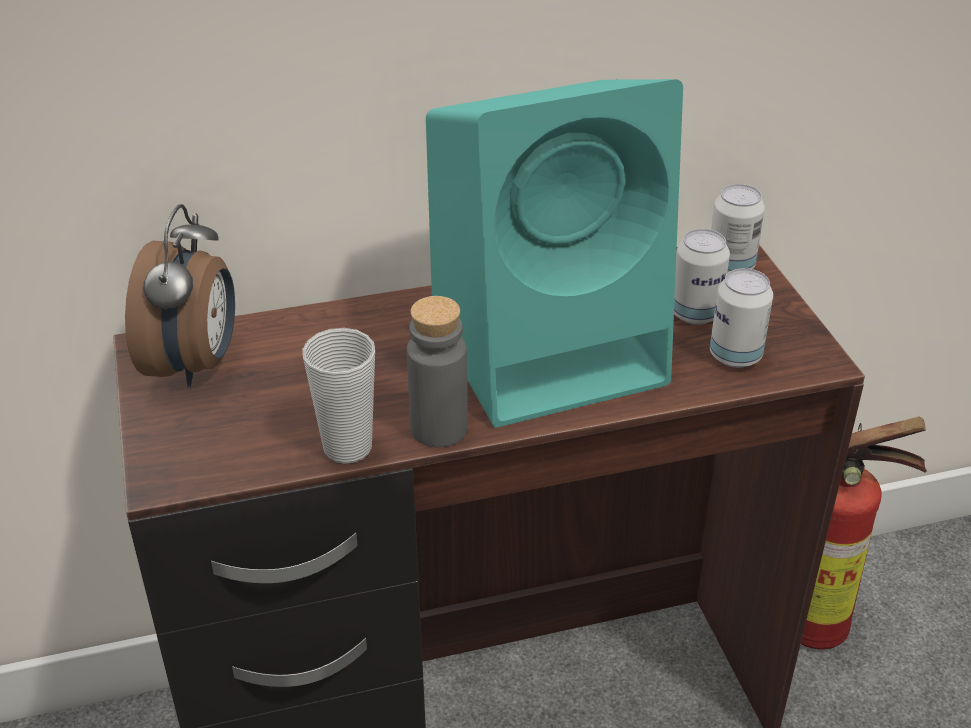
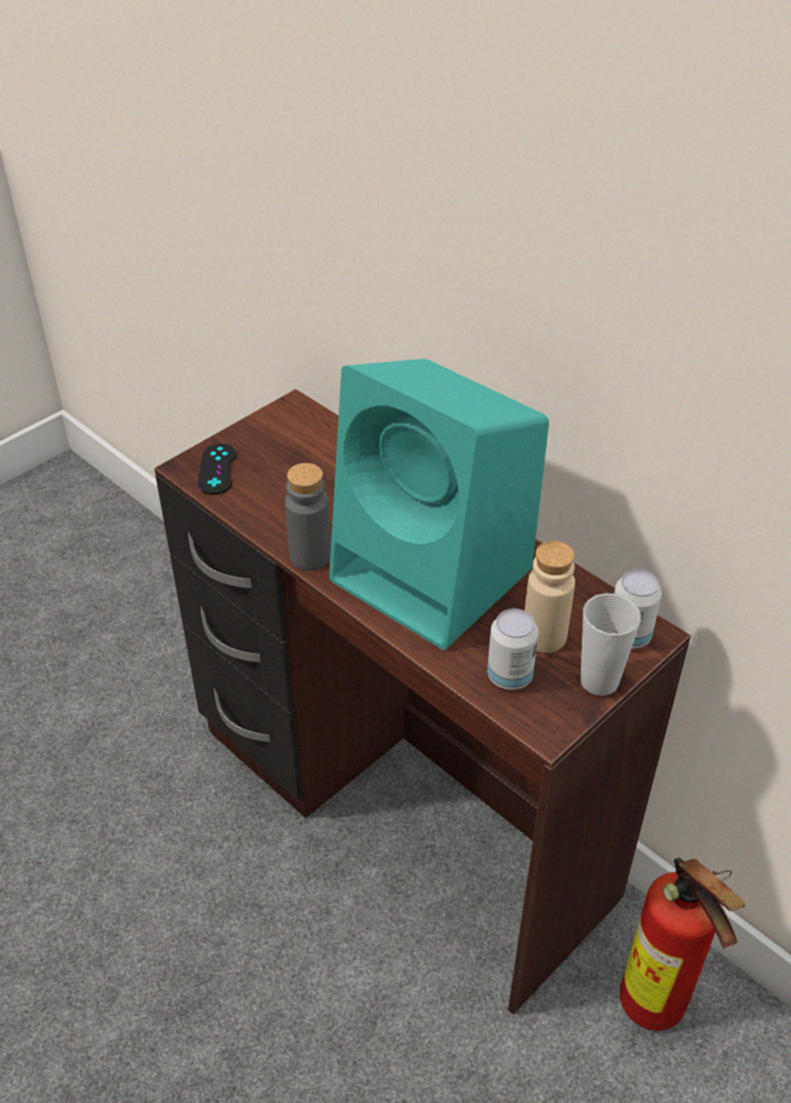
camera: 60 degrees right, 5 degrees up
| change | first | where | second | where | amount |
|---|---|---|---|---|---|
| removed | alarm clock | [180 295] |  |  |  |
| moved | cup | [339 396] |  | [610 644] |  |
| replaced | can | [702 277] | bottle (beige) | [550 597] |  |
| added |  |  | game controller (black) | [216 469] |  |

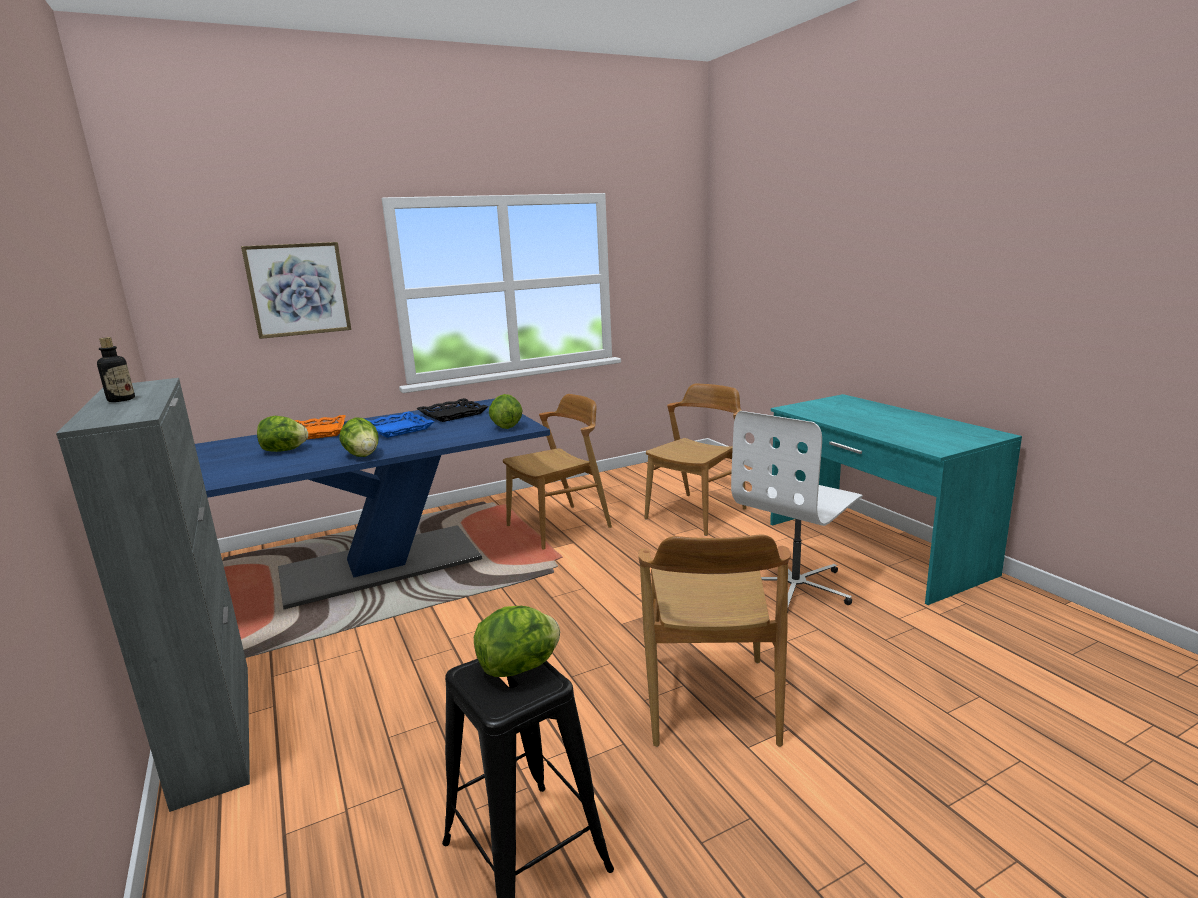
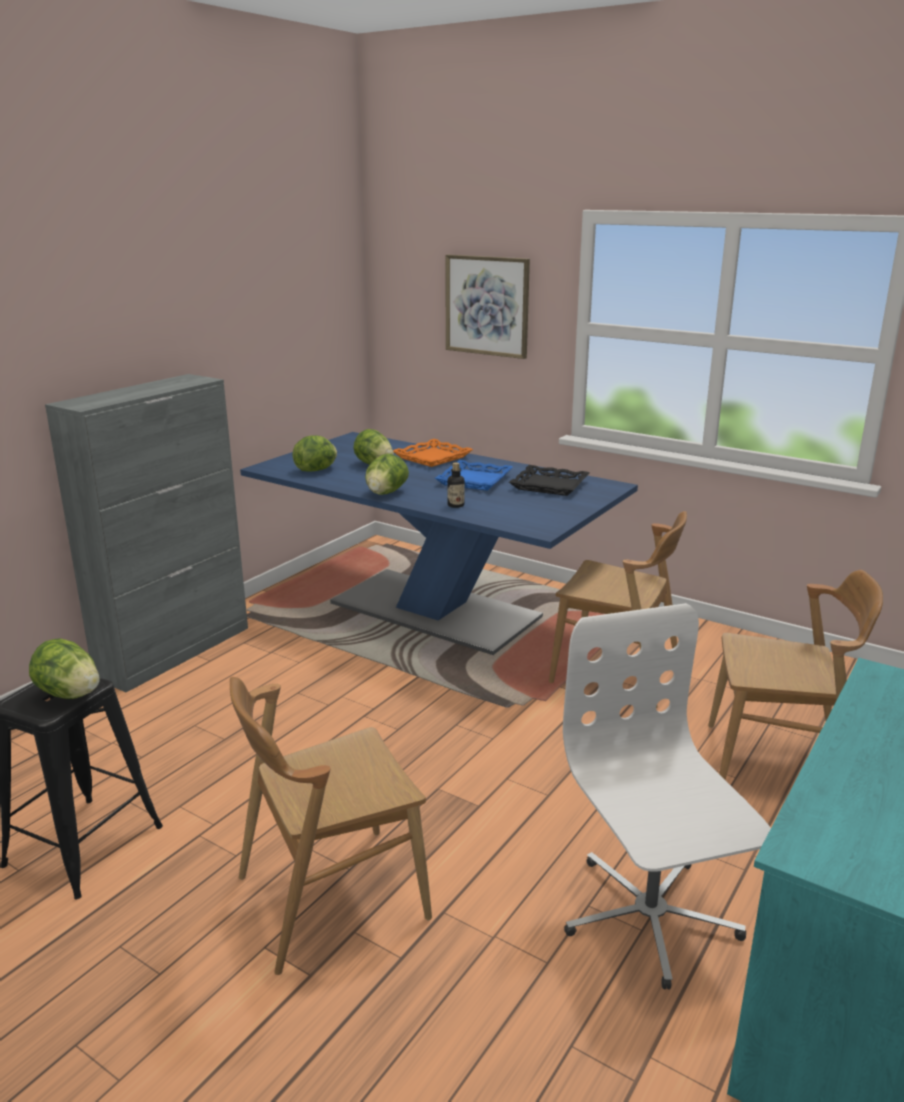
camera: 60 degrees right, 5 degrees up
| change | first | where | second | where | amount |
|---|---|---|---|---|---|
| moved | bottle | [116 369] |  | [456 485] |  |
| moved | lettuce | [506 411] |  | [314 453] |  |
| turned | office chair (white) | [797 508] |  | [667 796] | 60 degrees clockwise |

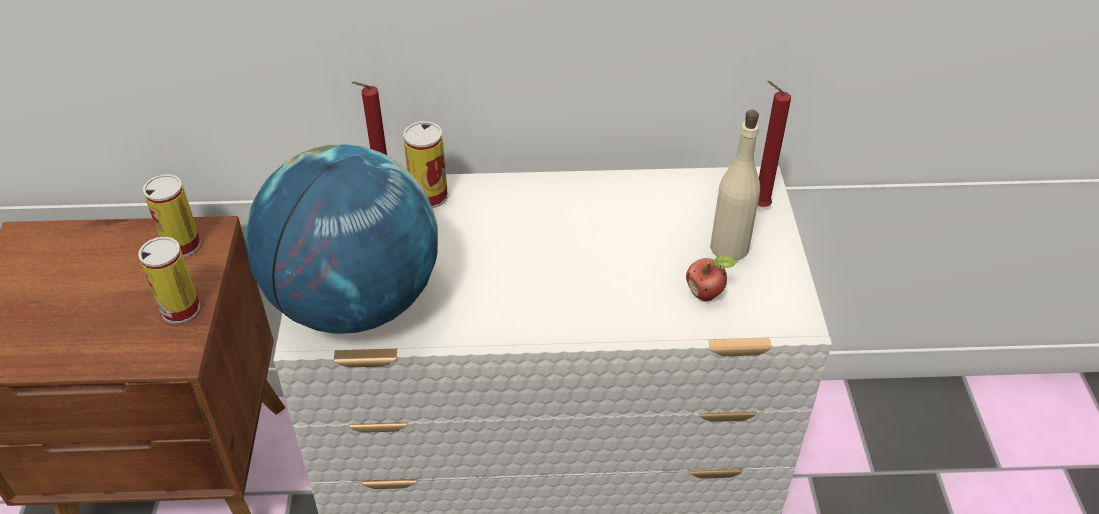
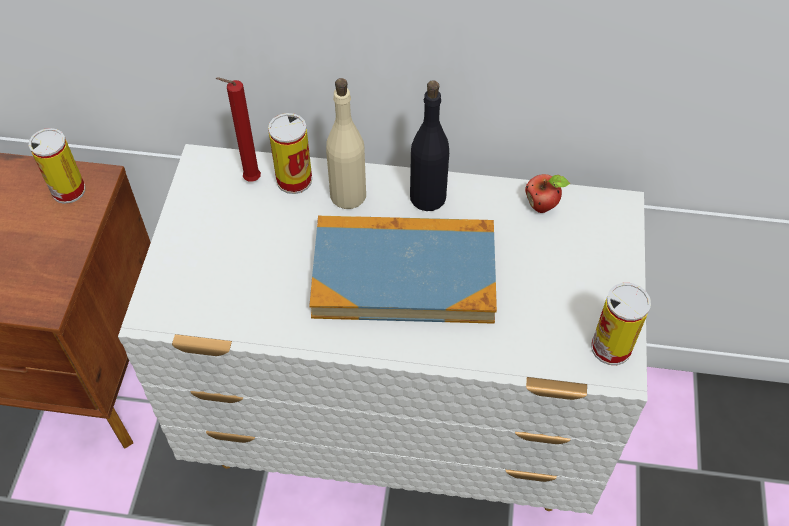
camera: 10 degrees right, 10 degrees up
| change | first | where | second | where | amount |
|---|---|---|---|---|---|
| moved | can | [169 280] |  | [621 324] |  |
| removed | globe | [341 239] |  |  |  |
| moved | apple | [711 278] |  | [547 193] |  |
| moved | bottle (beige) | [735 185] |  | [346 143] |  |
| removed | candle (red) | [774 144] |  |  |  |
| added |  |  | book | [403 270] |  |
| added |  |  | bottle (black) | [429 145] |  |

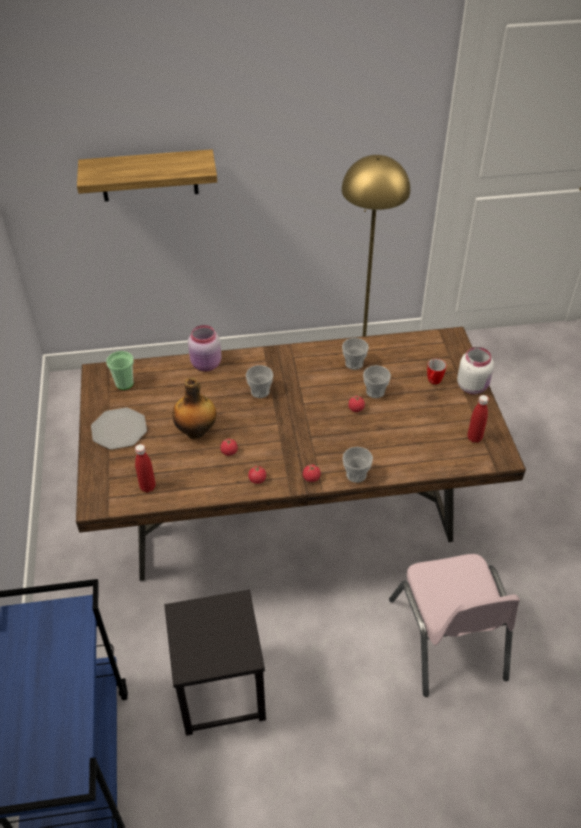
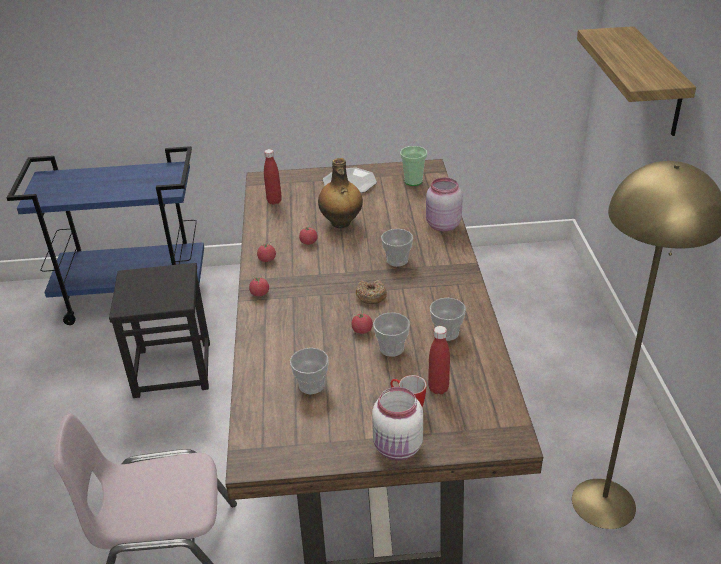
camera: 95 degrees right, 10 degrees down
| change | first | where | second | where | amount |
|---|---|---|---|---|---|
| moved | cup | [358 465] |  | [309 371] |  |
| moved | bottle (red) | [478 419] |  | [439 360] |  |
| added |  |  | donut | [371 292] |  |

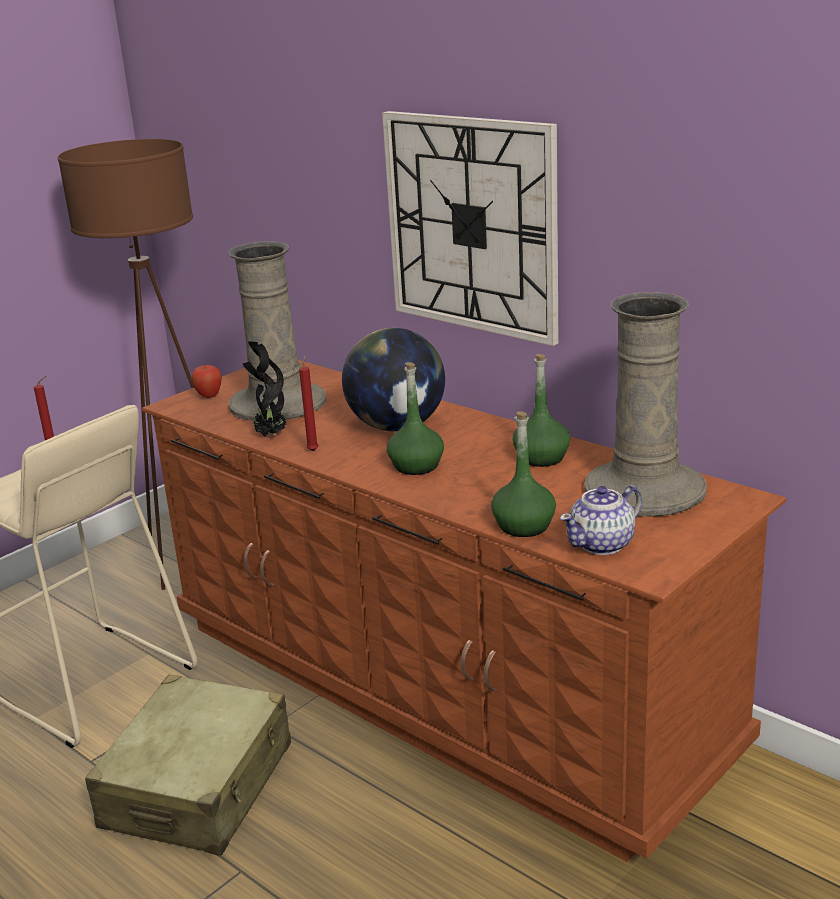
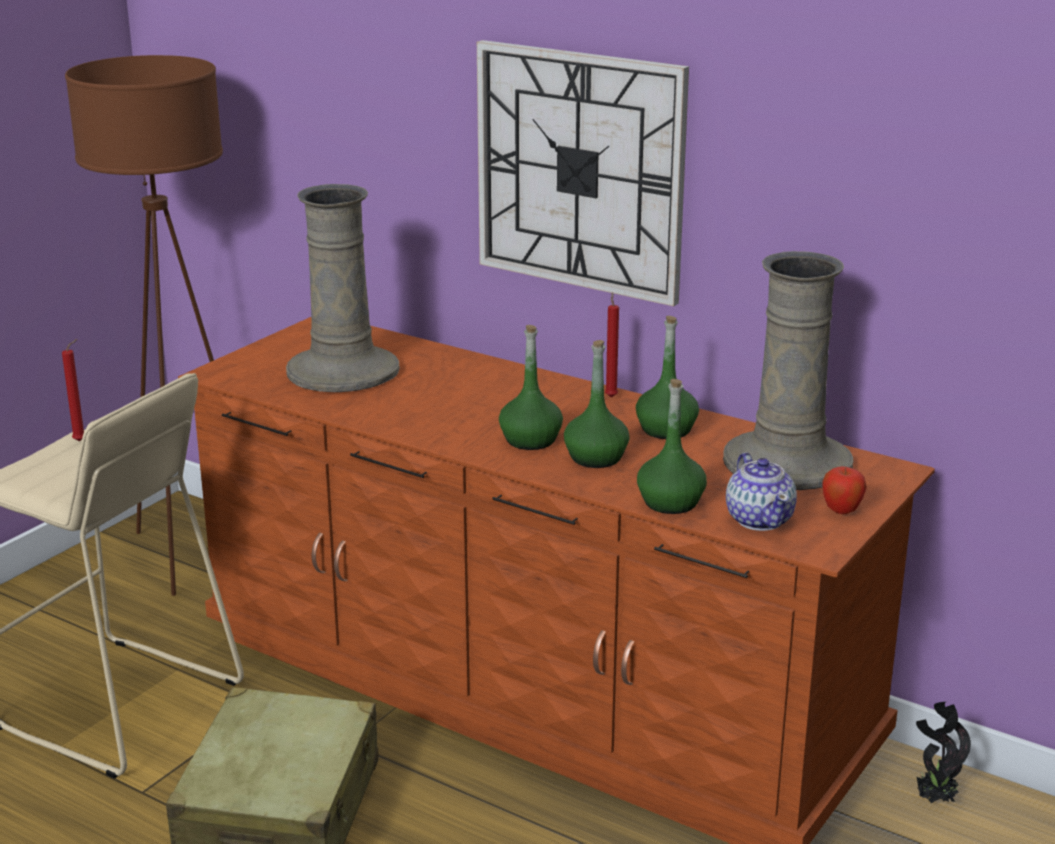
camera: 10 degrees left, 0 degrees up
| change | first | where | second | where | amount |
|---|---|---|---|---|---|
| moved | apple | [206 381] |  | [844 490] |  |
| moved | potted plant | [264 389] |  | [943 752] |  |
| moved | candle (red) | [309 403] |  | [612 344] |  |
| removed | globe | [393 379] |  |  |  |
| turned | teapot | [601 520] |  | [761 491] | 60 degrees counterclockwise |
| added |  |  | bottle (green) | [597 404] |  |

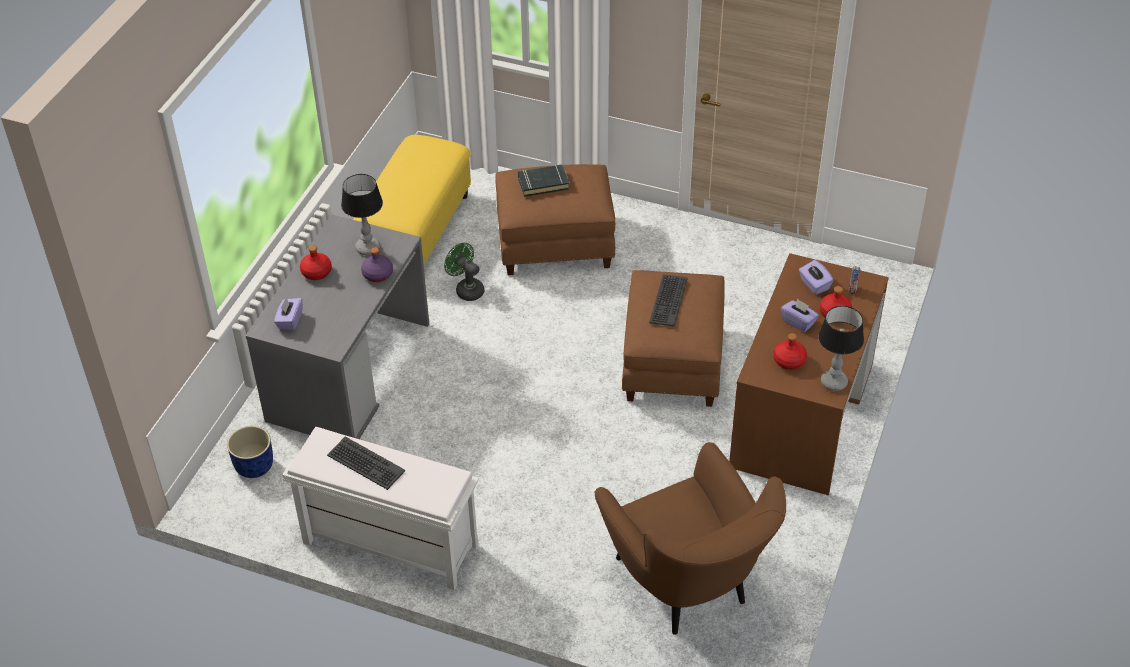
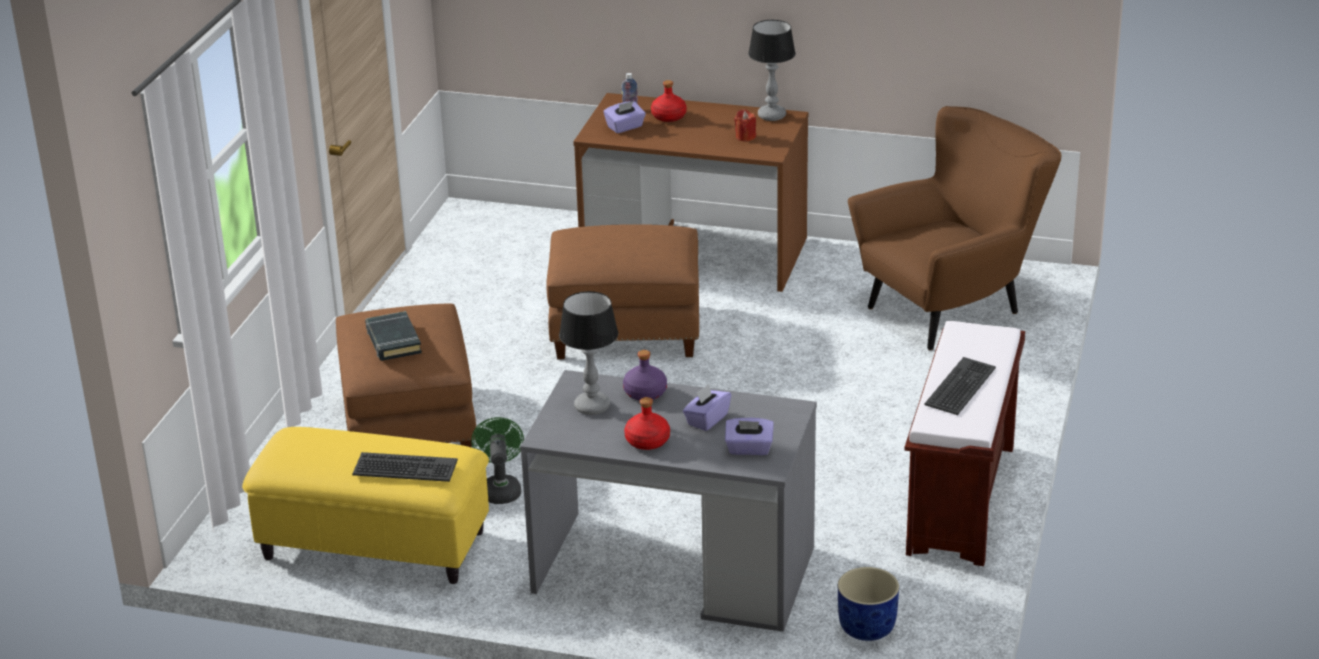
camera: 95 degrees left, 15 degrees down
| change | first | where | second | where | amount |
|---|---|---|---|---|---|
| recoloured | bench (white) | [380 508] | bench (brown) | [964 443] |  |
| turned | fan (green) | [464 272] |  | [497 460] | 135 degrees clockwise |
| moved | keyboard | [668 300] |  | [405 467] |  |
| replaced | bottle (red) | [790 351] | candle (red) | [745 125] |  |
| moved | tissue box (purple) | [800 315] |  | [707 407] |  |

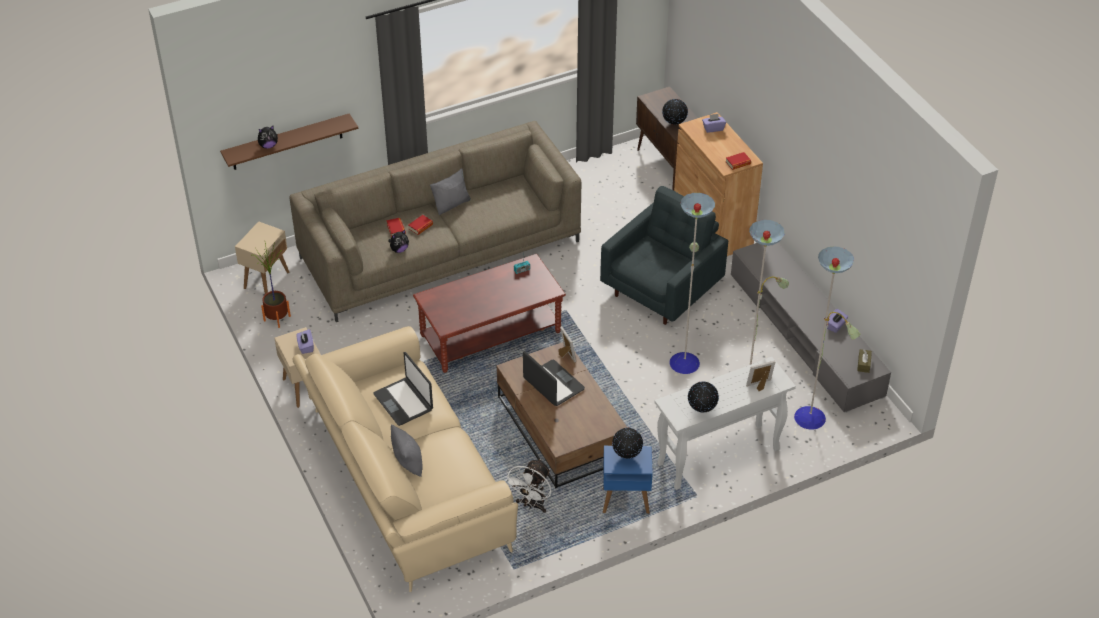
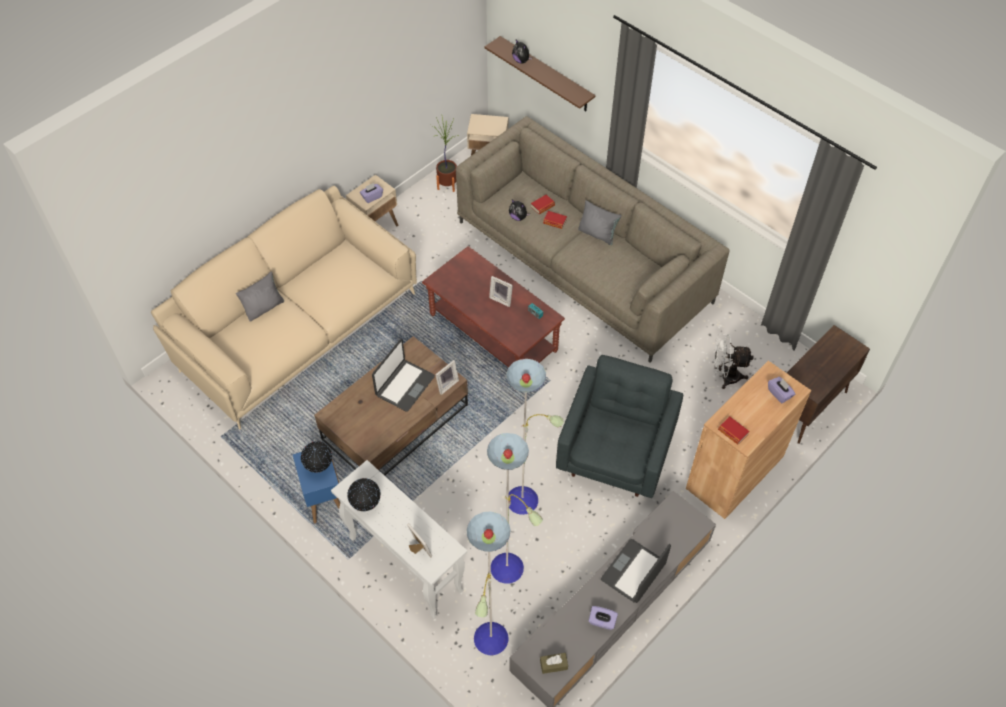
camera: 70 degrees right, 10 degrees up
| change | first | where | second | where | amount |
|---|---|---|---|---|---|
| moved | laptop | [403 389] |  | [636 571] |  |
| moved | fan (white) | [528 486] |  | [733 361] |  |
| turned | armchair (grey) | [664 255] |  | [619 426] | 90 degrees counterclockwise |
| removed | globe | [675 112] |  |  |  |
| added |  |  | picture frame | [501 291] |  |

